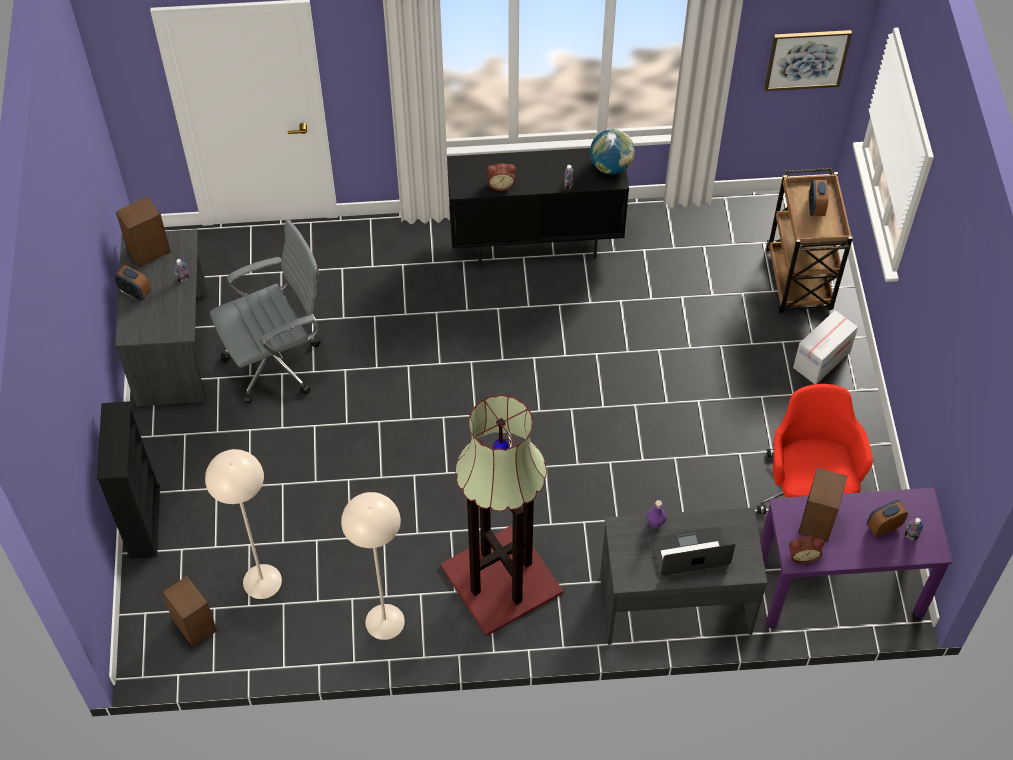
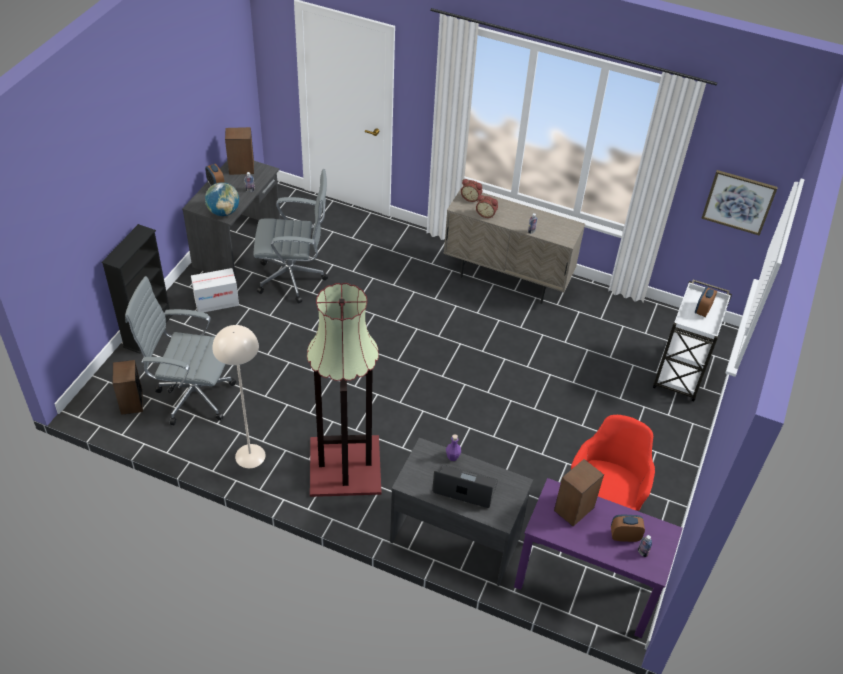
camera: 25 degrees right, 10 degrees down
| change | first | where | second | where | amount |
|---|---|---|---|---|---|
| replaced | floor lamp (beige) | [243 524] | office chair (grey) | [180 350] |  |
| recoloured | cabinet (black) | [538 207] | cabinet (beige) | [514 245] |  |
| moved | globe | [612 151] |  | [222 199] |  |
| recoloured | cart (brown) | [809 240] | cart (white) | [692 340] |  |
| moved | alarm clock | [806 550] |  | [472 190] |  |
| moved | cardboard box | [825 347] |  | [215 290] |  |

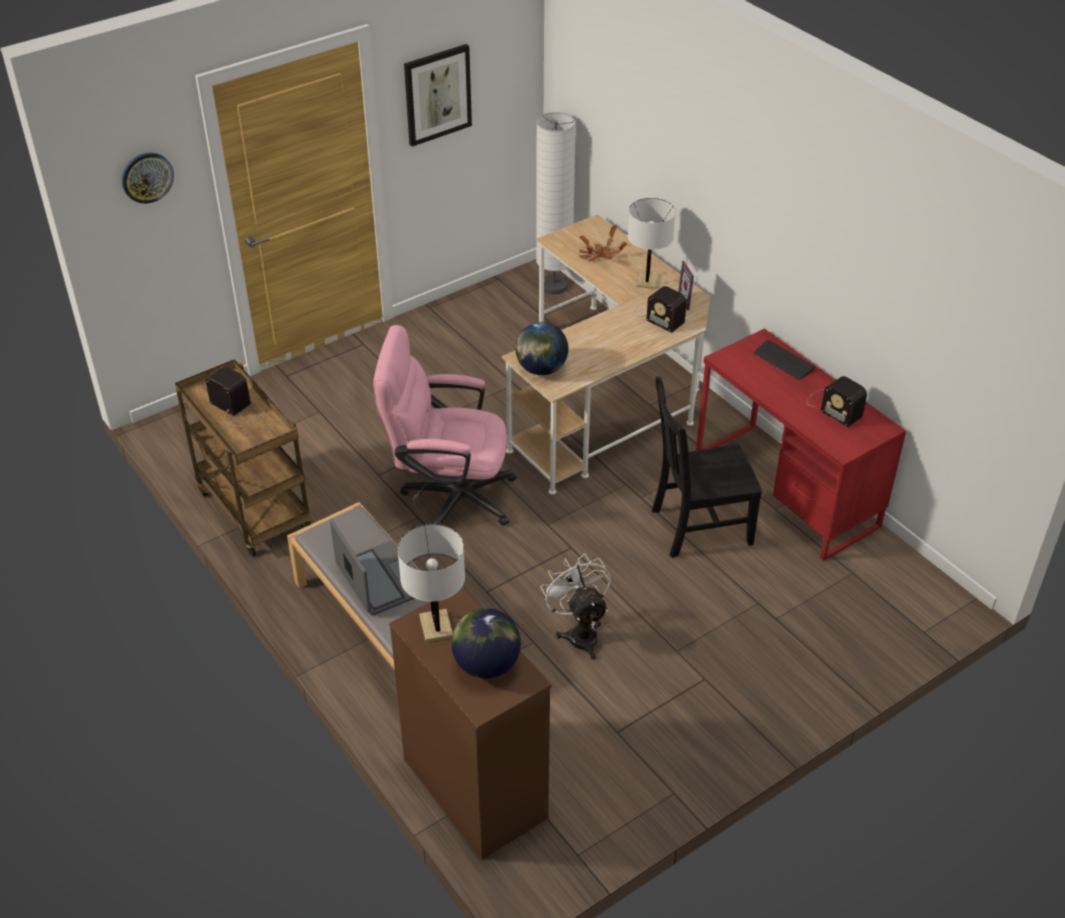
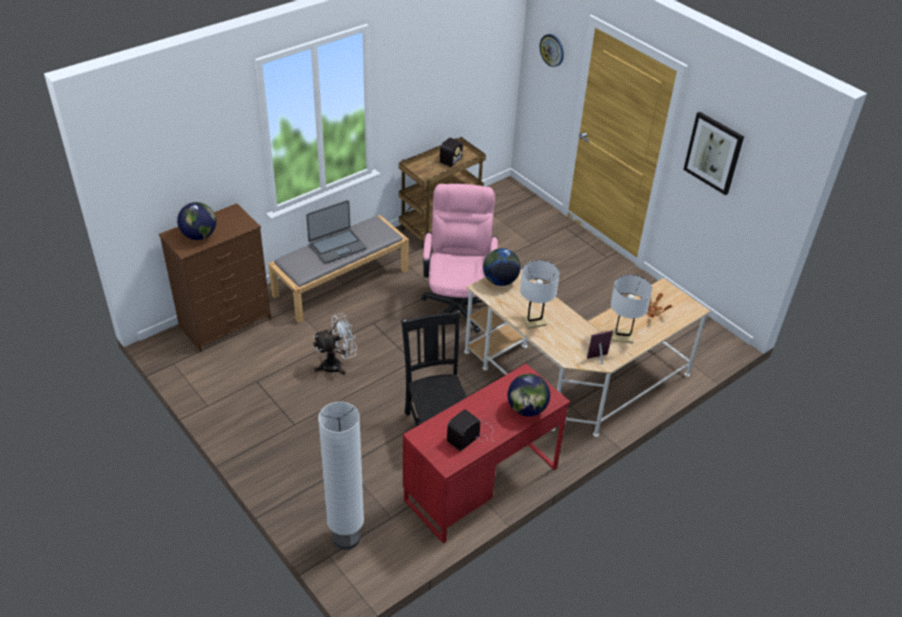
camera: 85 degrees right, 0 degrees up
| change | first | where | second | where | amount |
|---|---|---|---|---|---|
| moved | table lamp (white) | [431 583] |  | [540 294] |  |
| moved | floor lamp (white) | [556 203] |  | [341 476] |  |
| removed | radio | [660 309] |  |  |  |
| replaced | keyboard | [784 360] | globe | [529 395] |  |

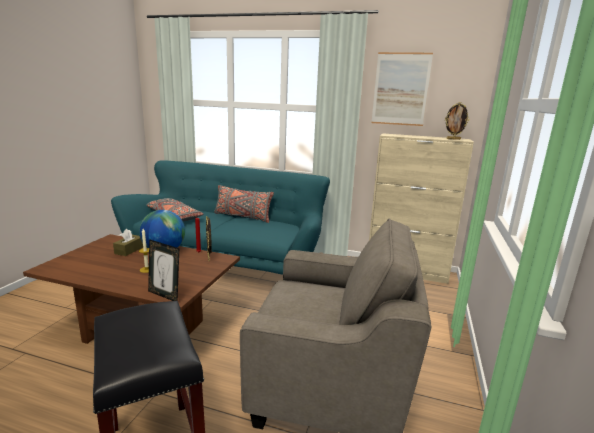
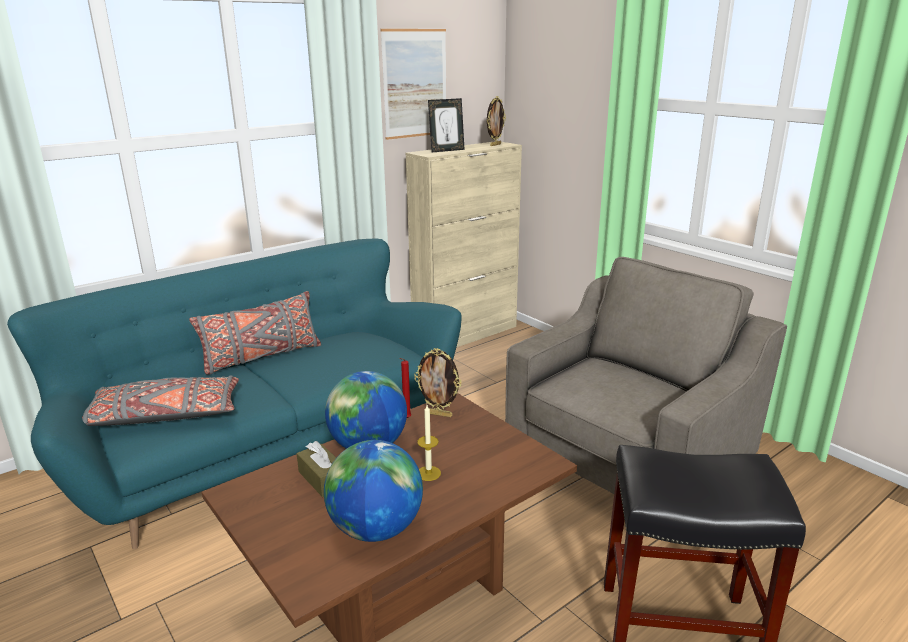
camera: 55 degrees left, 5 degrees up
| change | first | where | second | where | amount |
|---|---|---|---|---|---|
| moved | picture frame | [163 270] |  | [446 125] |  |
| added |  |  | globe | [373 491] |  |

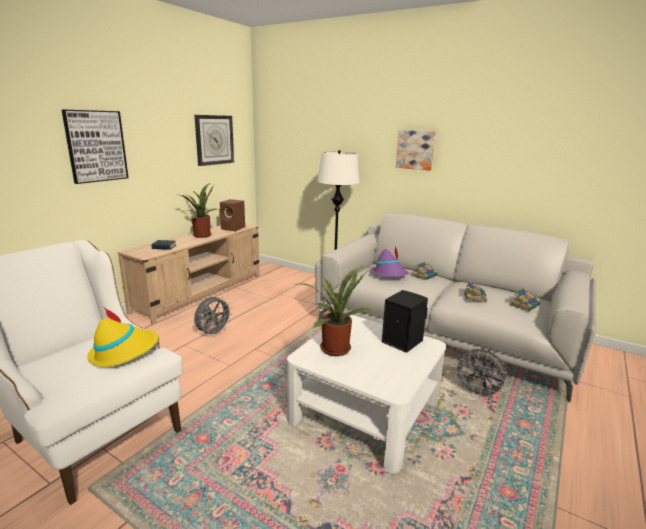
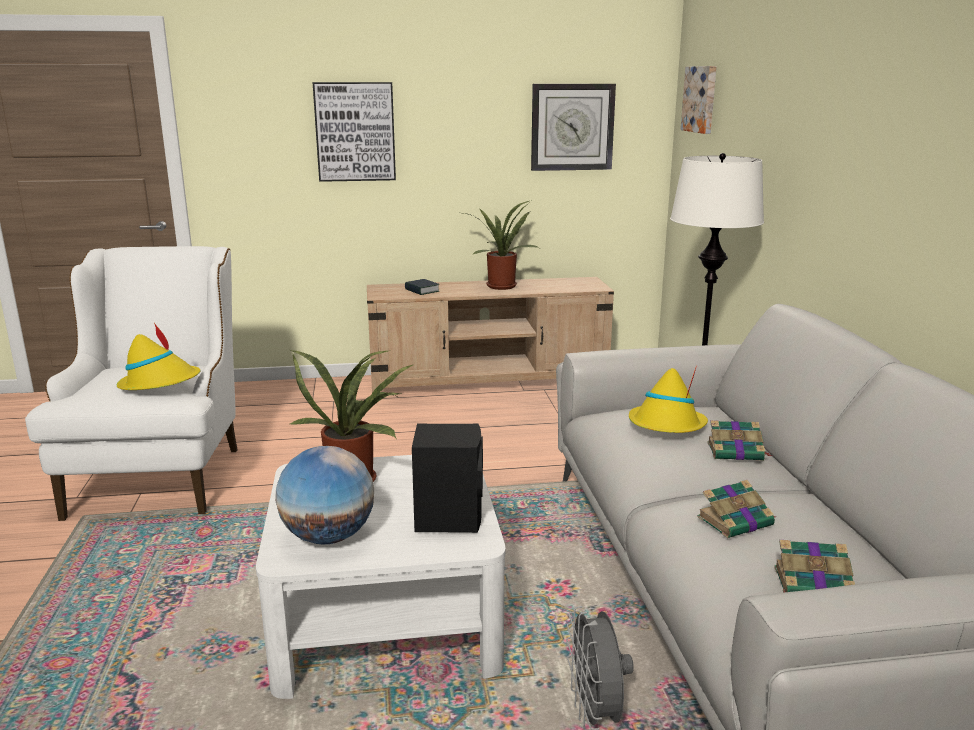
camera: 50 degrees right, 0 degrees up
| change | first | where | second | where | amount |
|---|---|---|---|---|---|
| removed | fan (grey) | [213 317] |  |  |  |
| removed | speaker (brown) | [232 215] |  |  |  |
| recoloured | hat (purple) | [388 261] | hat (yellow) | [668 399] |  |
| moved | picture | [416 150] |  | [699 100] |  |
| added |  |  | globe | [324 495] |  |

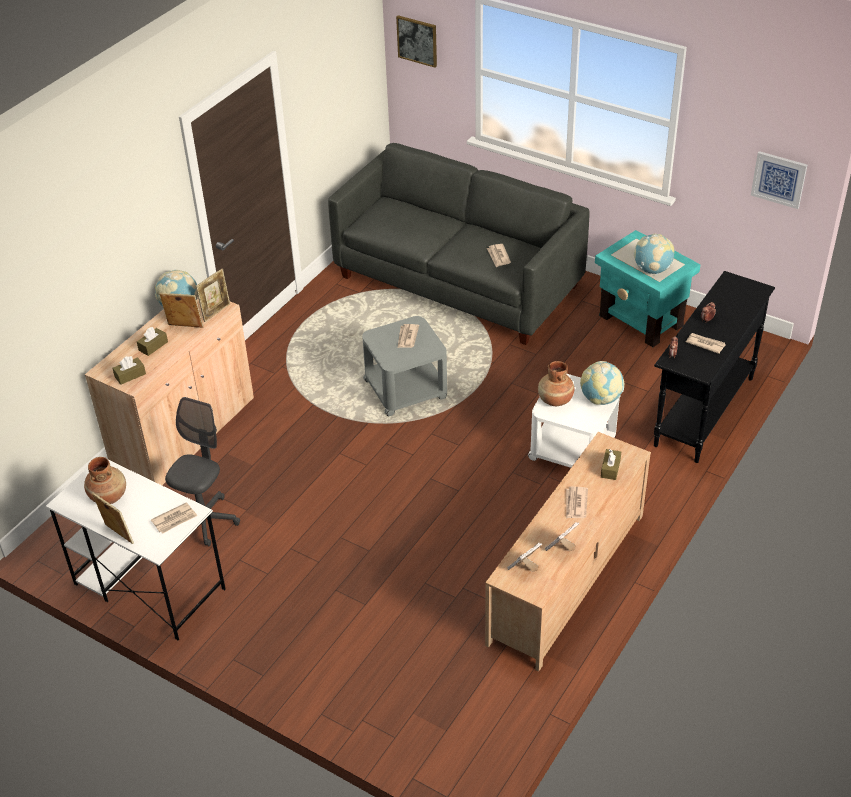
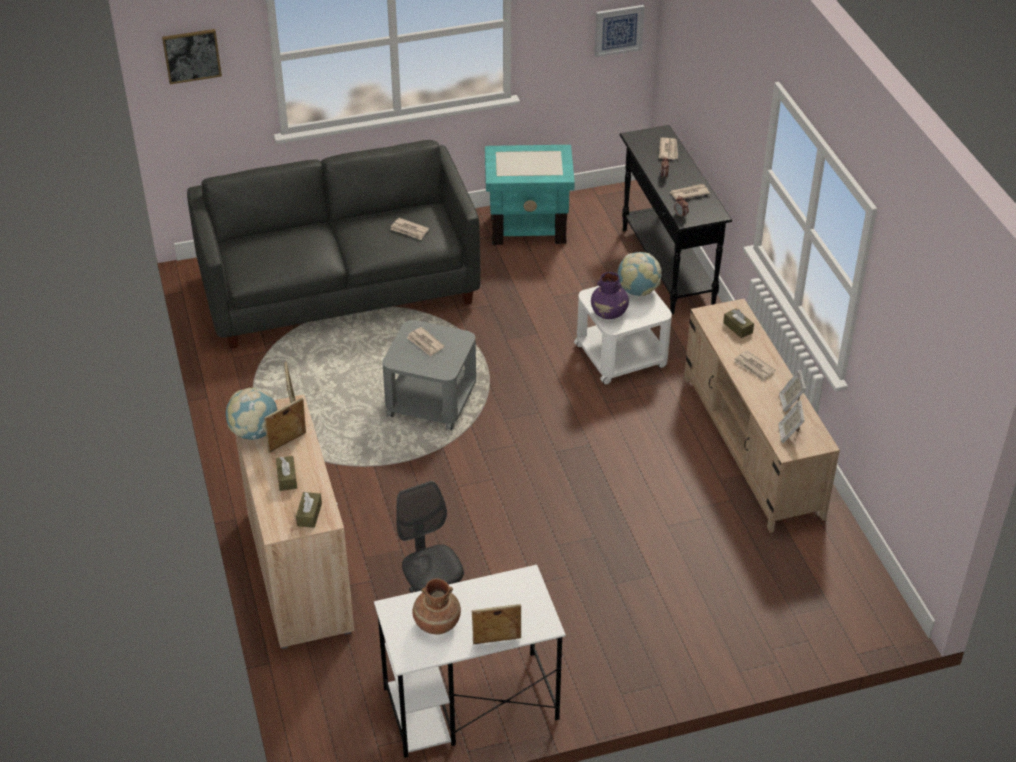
camera: 50 degrees left, 0 degrees up
| change | first | where | second | where | amount |
|---|---|---|---|---|---|
| moved | newspaper | [174 518] |  | [668 149] |  |
| recoloured | vase (brown) | [556 383] | vase (purple) | [610 295] |  |
| removed | globe | [654 254] |  |  |  |

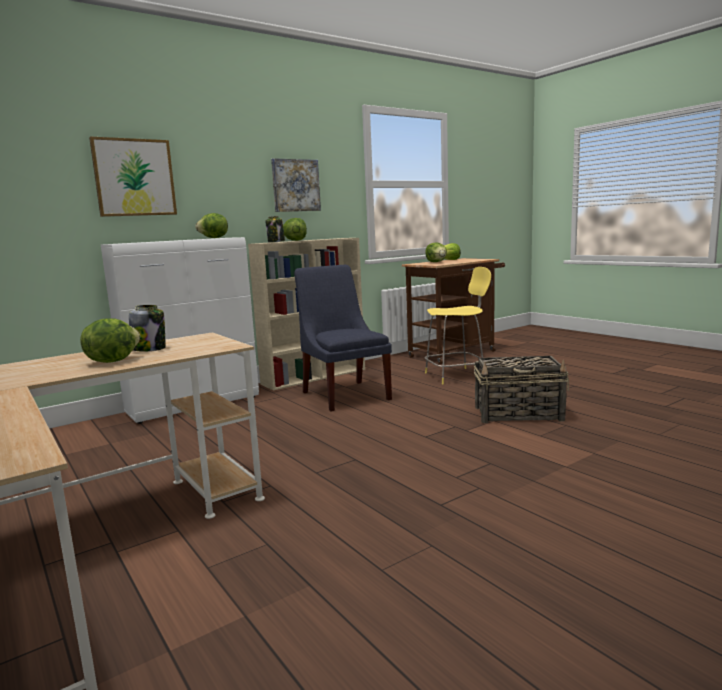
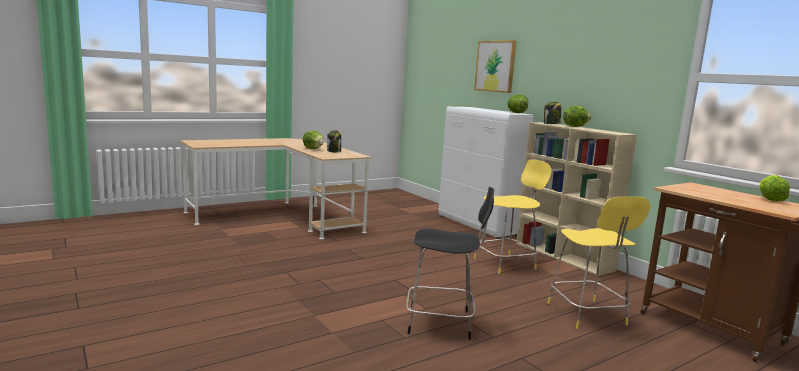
camera: 90 degrees right, 0 degrees up
| change | first | where | second | where | amount |
|---|---|---|---|---|---|
| removed | picture | [296 185] |  |  |  |
| replaced | chair (blue) | [343 338] | stool (yellow) | [513 216] |  |
| removed | lettuce | [436 252] |  |  |  |
| replaced | basket | [521 389] | stool (black) | [450 263] |  |

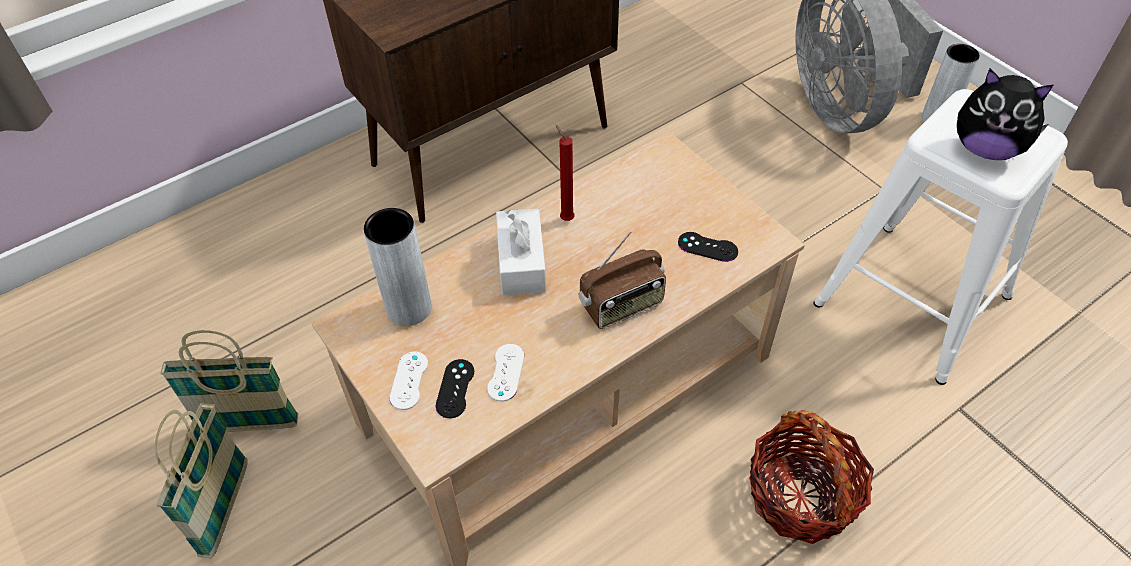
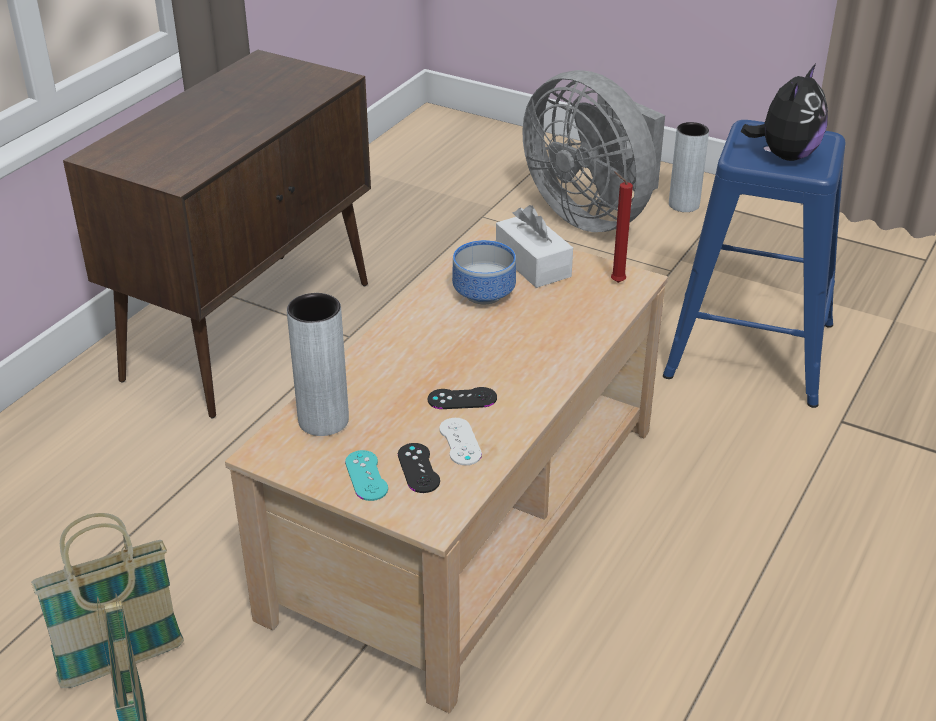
camera: 25 degrees left, 15 degrees down
| change | first | where | second | where | amount |
|---|---|---|---|---|---|
| recoloured | game controller (white) | [408 381] | game controller (turquoise) | [366 475] |  |
| moved | tissue box (white) | [521 251] |  | [534 246] |  |
| moved | candle (red) | [565 173] |  | [622 227] |  |
| removed | radio | [622 280] |  |  |  |
| moved | game controller (black) | [708 247] |  | [462 398] |  |
| removed | basket | [811 477] |  |  |  |
| recoloured | stool (white) | [940 237] | stool (blue) | [754 264] |  |
| turned | plush toy | [1005 114] |  | [784 112] | 60 degrees counterclockwise |
| added |  |  | bowl | [484 272] |  |

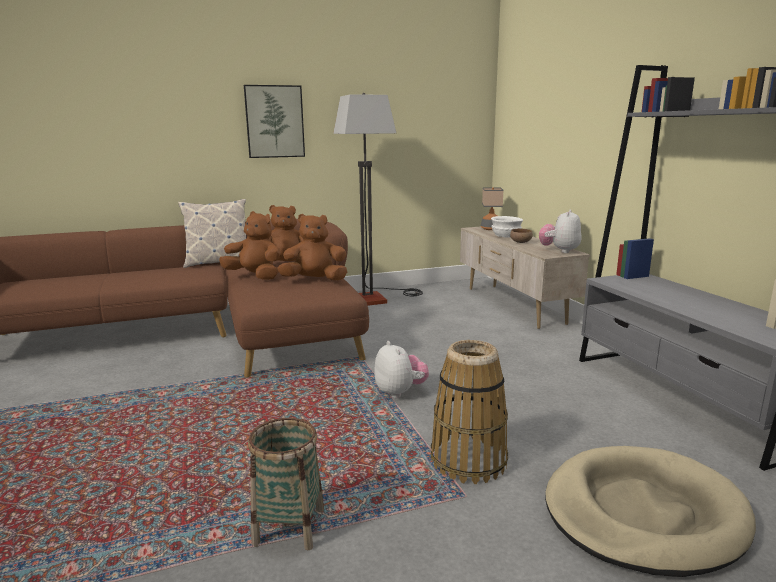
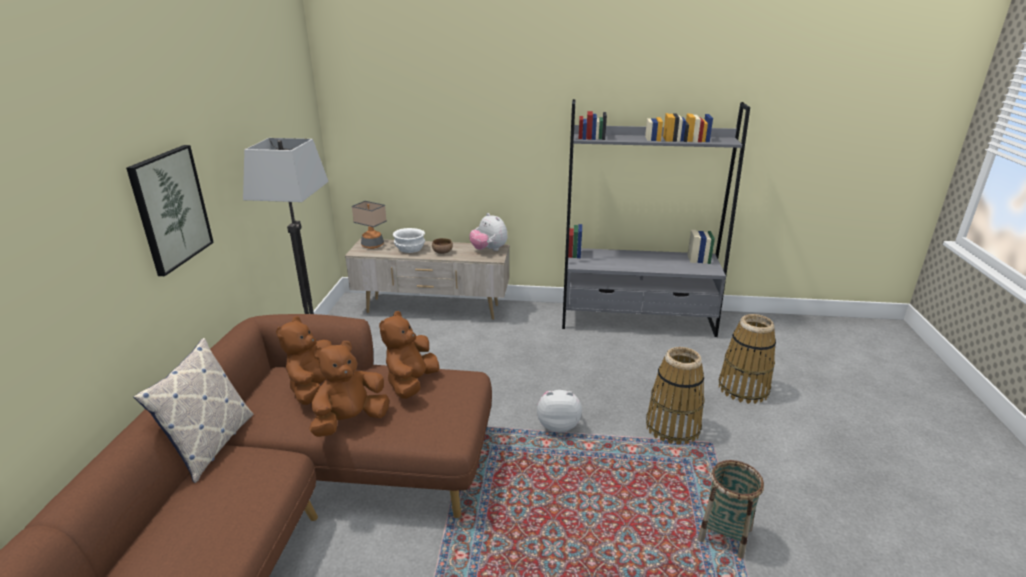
camera: 65 degrees left, 10 degrees up
| change | first | where | second | where | amount |
|---|---|---|---|---|---|
| replaced | dog bed (beige) | [650 511] | basket | [747 359] |  |

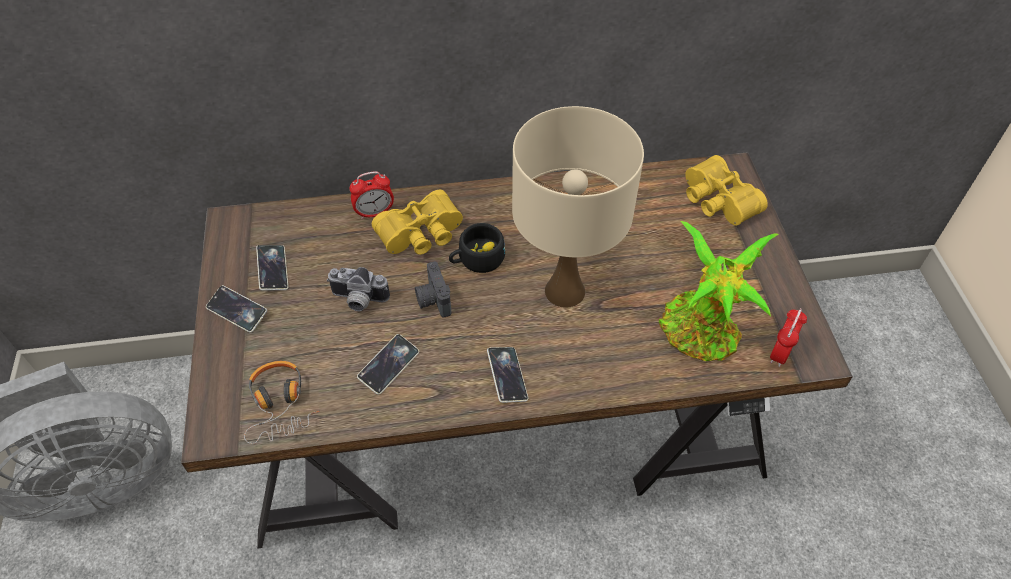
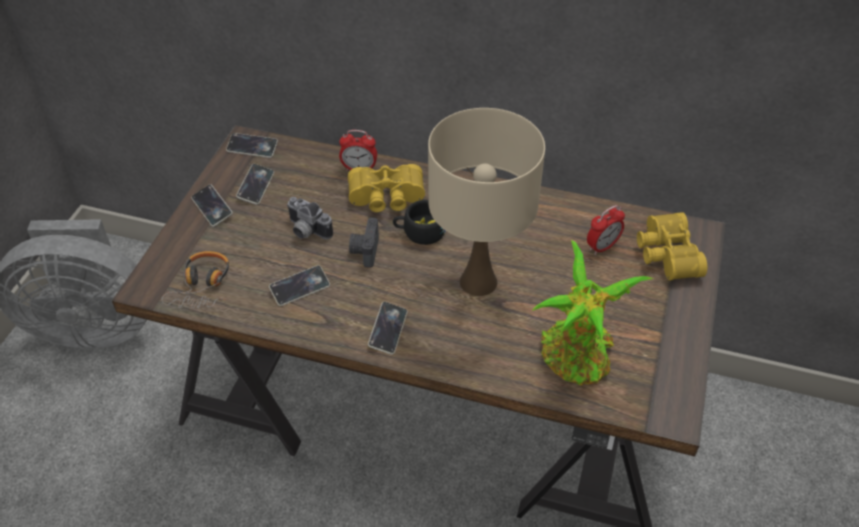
camera: 25 degrees right, 5 degrees down
| change | first | where | second | where | amount |
|---|---|---|---|---|---|
| moved | alarm clock | [788 337] |  | [606 230] |  |
| added |  |  | phone | [252 145] |  |

